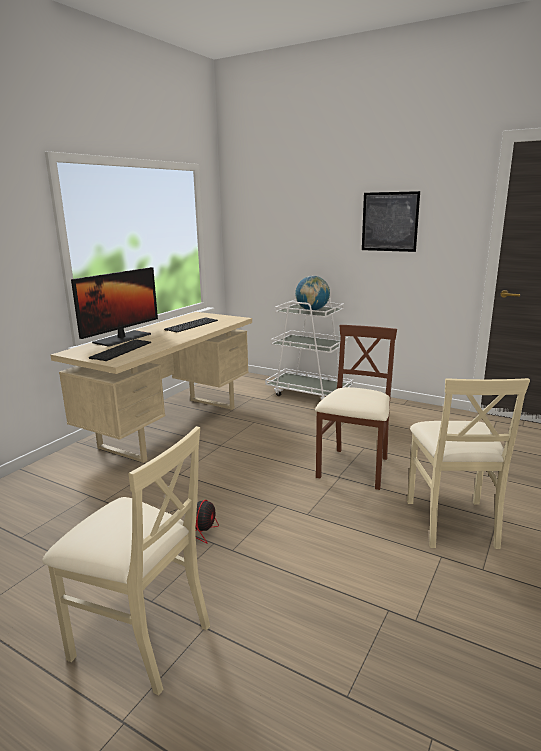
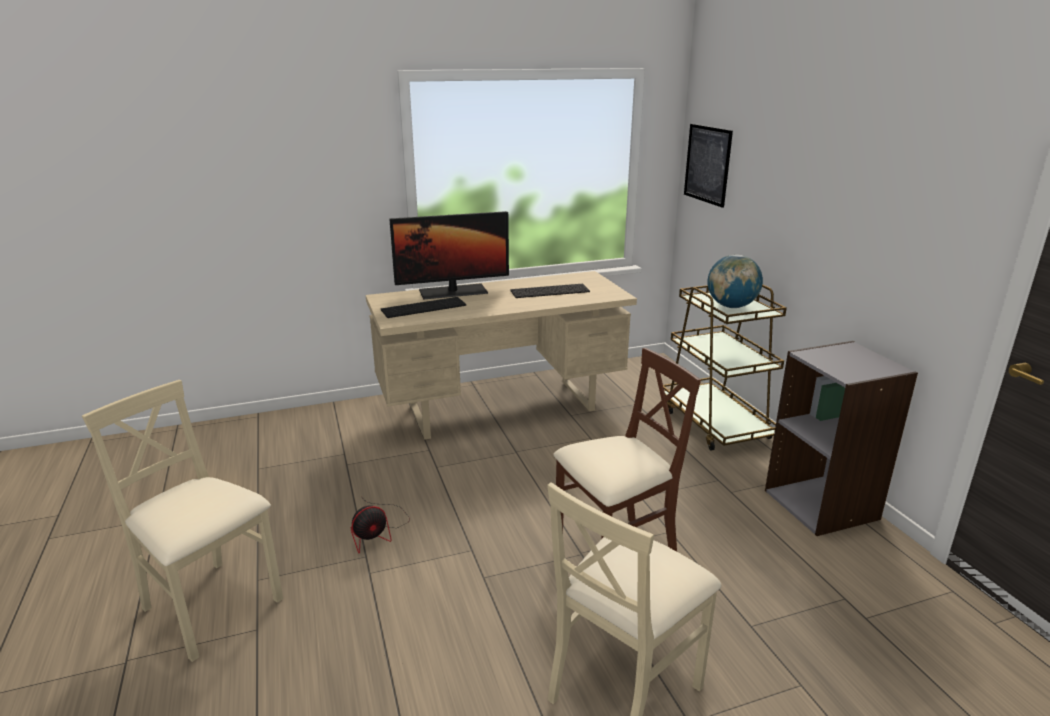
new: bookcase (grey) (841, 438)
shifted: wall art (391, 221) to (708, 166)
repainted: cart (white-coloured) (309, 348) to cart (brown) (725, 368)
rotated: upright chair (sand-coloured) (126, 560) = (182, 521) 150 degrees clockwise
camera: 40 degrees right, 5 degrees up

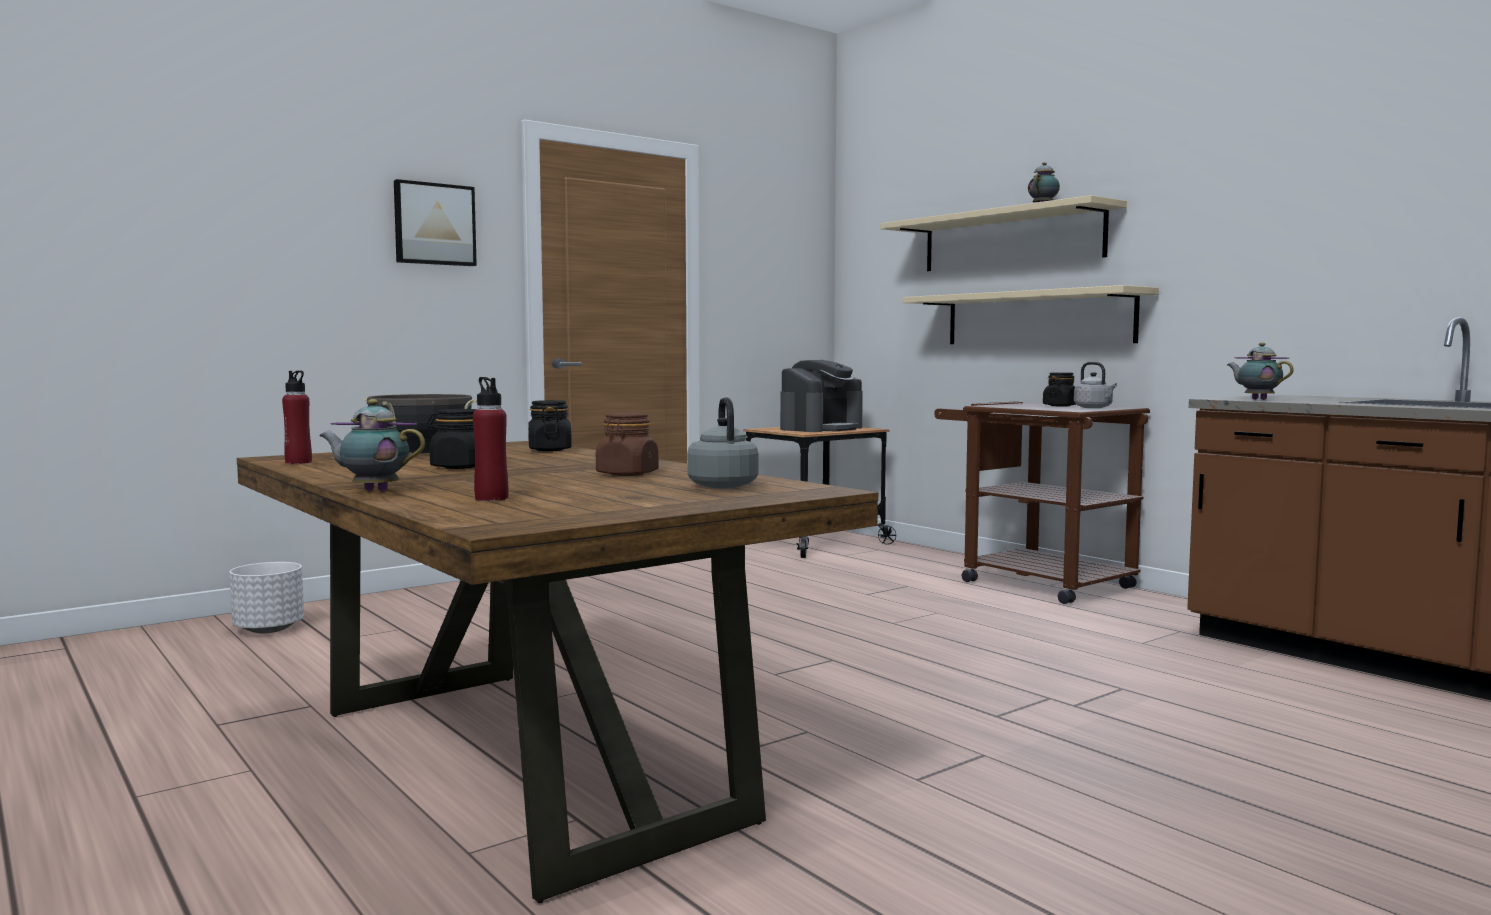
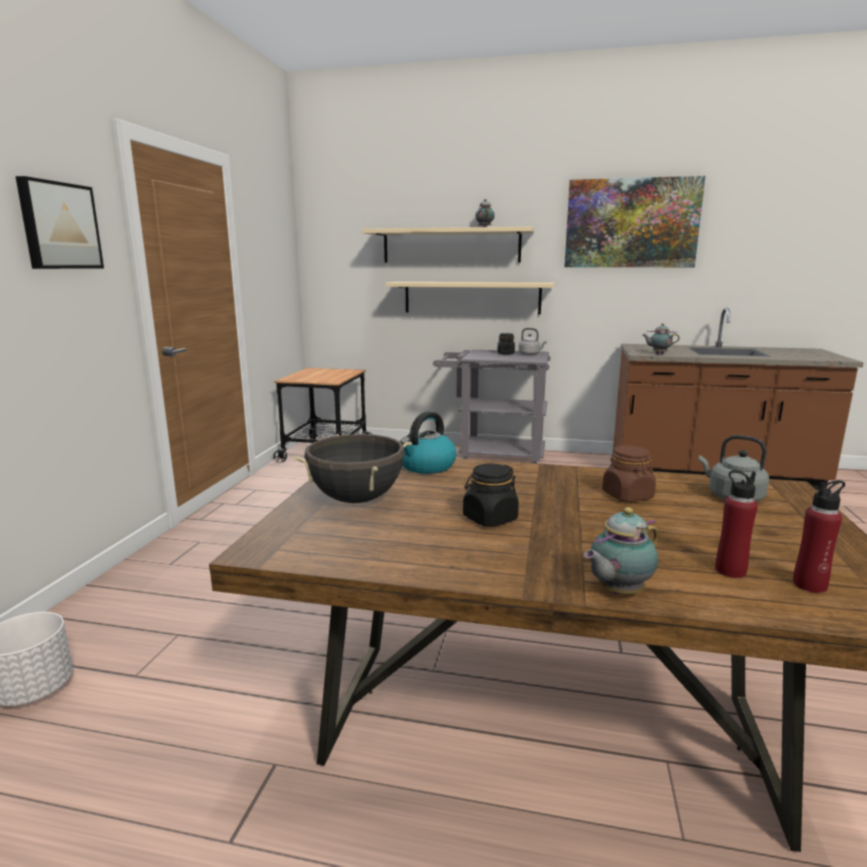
gone: coffee machine (821, 396)
new: wall art (635, 221)
shifted: drink bottle (reddish) (297, 417) to (819, 536)
swapped: preserve jar (black-coloured) (550, 425) to kettle (428, 442)
repainted: cart (brown) (1042, 503) to cart (grey) (492, 406)
camera: 40 degrees left, 10 degrees up

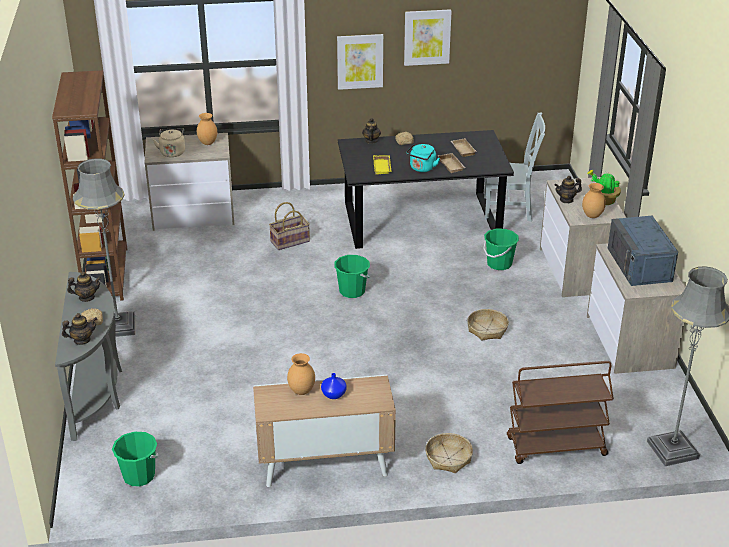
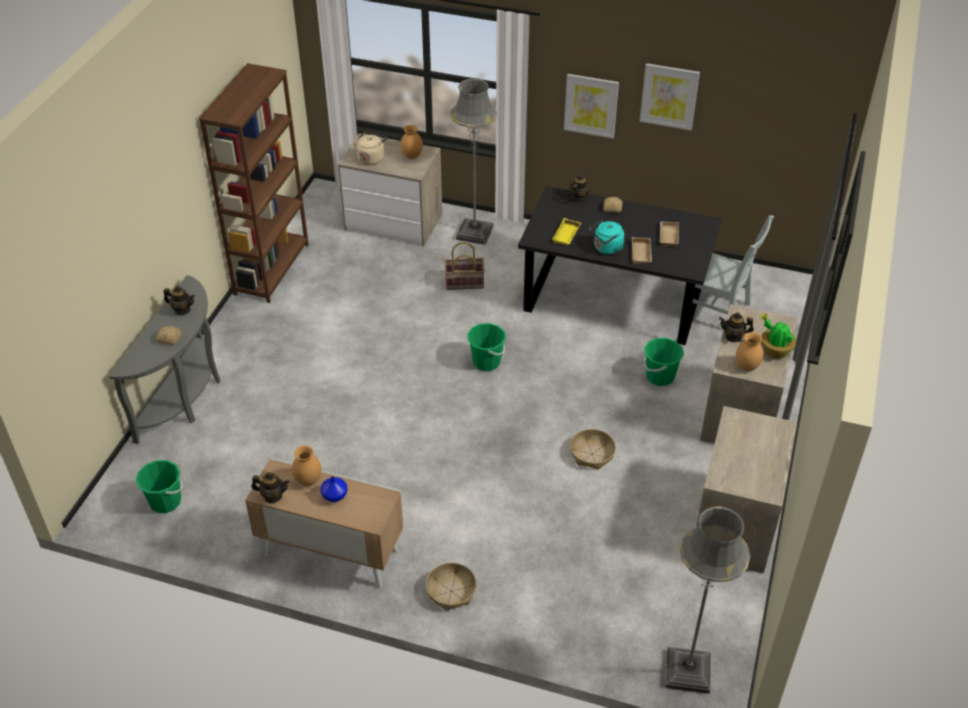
gone: microwave oven (bluish) (643, 251); cart (brown) (560, 412)
shifted: floor lamp (grey) (104, 247) to (473, 161); teapot (79, 329) to (270, 487)
camera: 25 degrees right, 10 degrees up

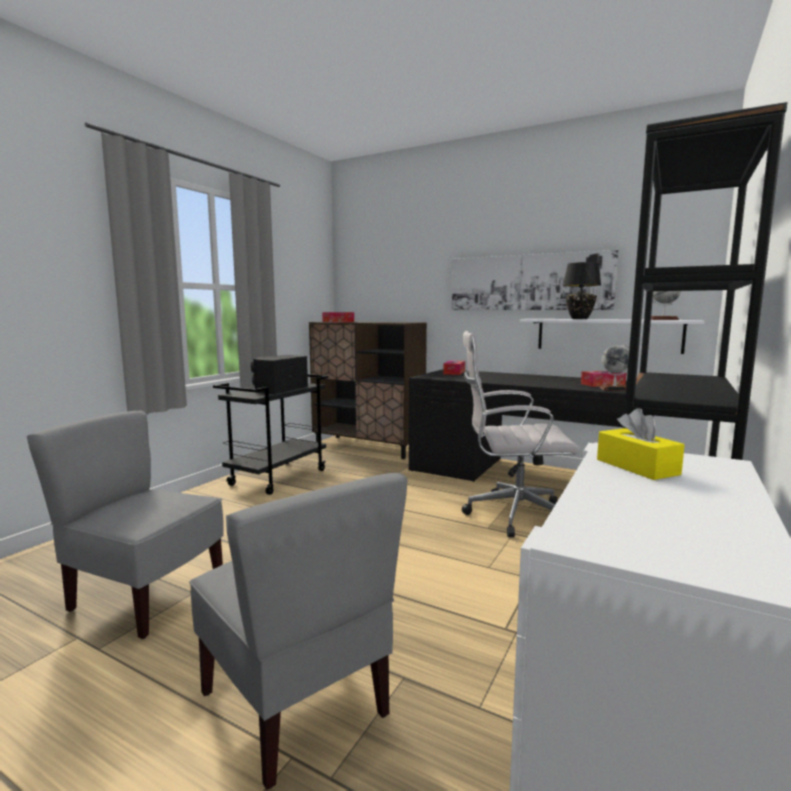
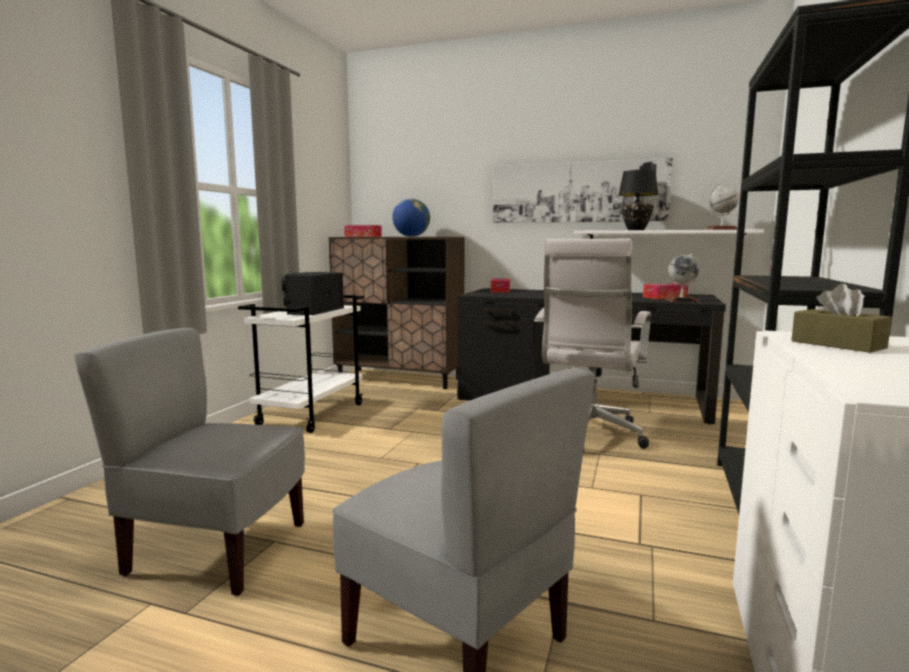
new: globe (411, 217)
repainted: cart (black-coloured) (270, 434) to cart (white-coloured) (301, 364); tissue box (yellow-coloured) (641, 444) to tissue box (brown) (841, 318)
rotated: office chair (white-coloured) (521, 434) = (592, 346) 60 degrees counterclockwise
camera: 10 degrees left, 0 degrees up

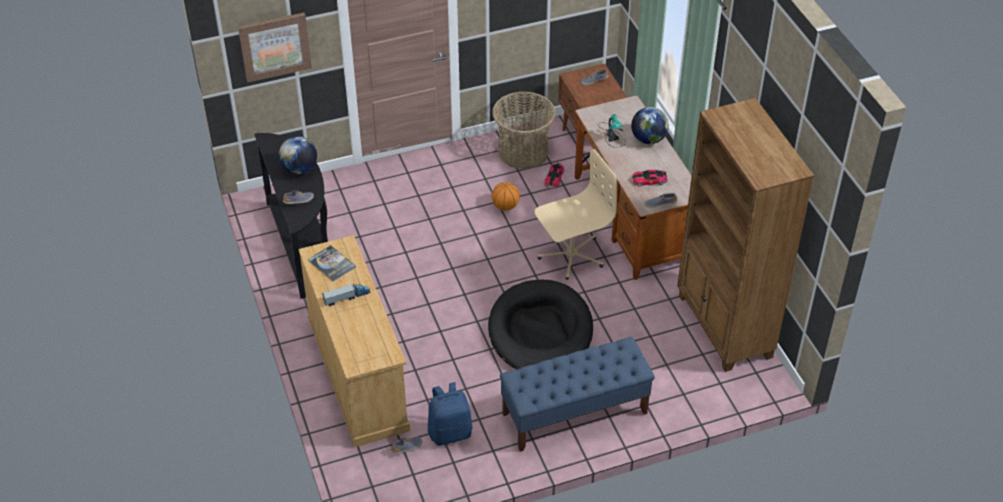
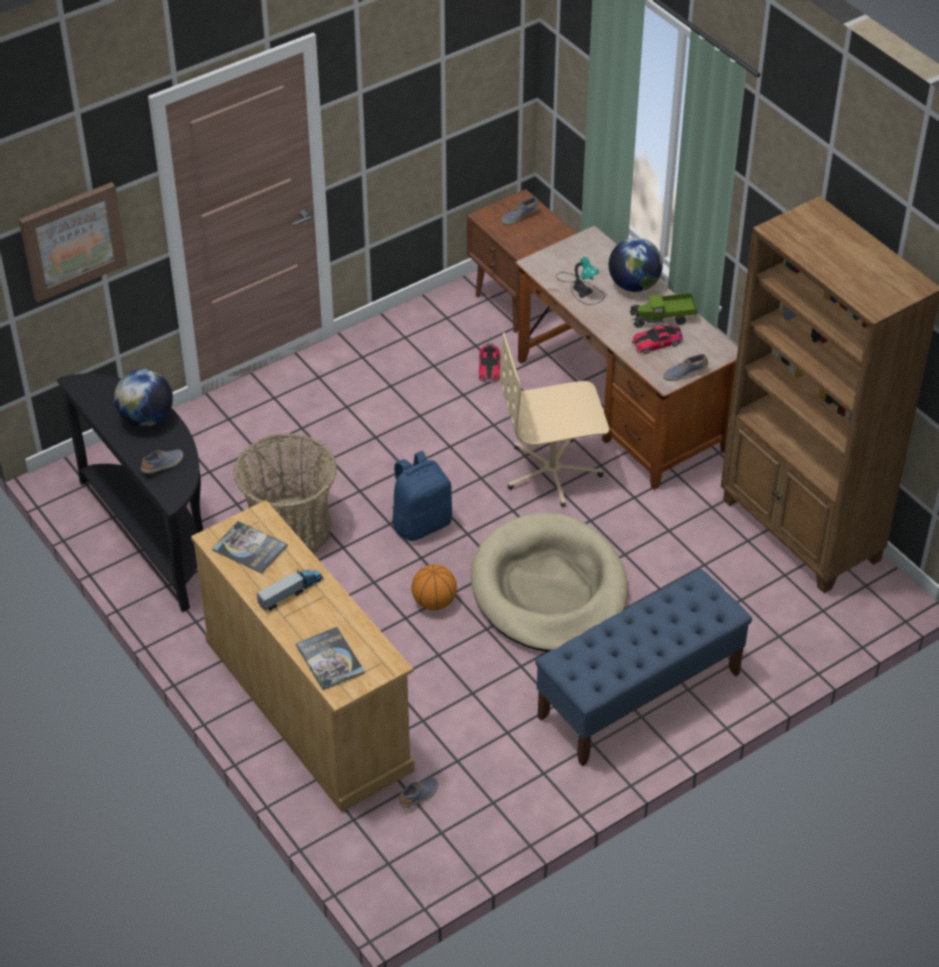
new: toy lorry (663, 310); volume (330, 658)
shifted: storage basket (524, 130) to (285, 493); basketball ball (506, 196) to (434, 587); knapsack (bluish) (450, 414) to (422, 496)
repainted: pet bed (black-coloured) (540, 325) to pet bed (sand-coloured) (549, 582)
rotated: office chair (sand-coloured) (575, 214) = (554, 419) 150 degrees counterclockwise
camera: 15 degrees left, 0 degrees up

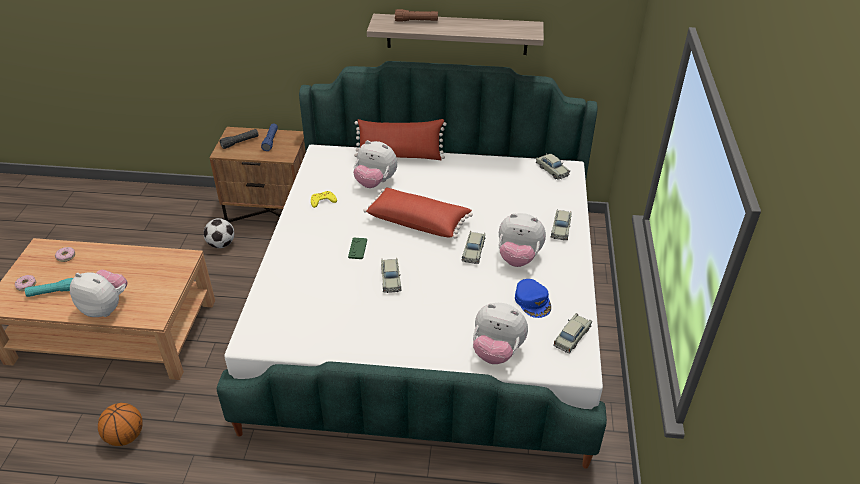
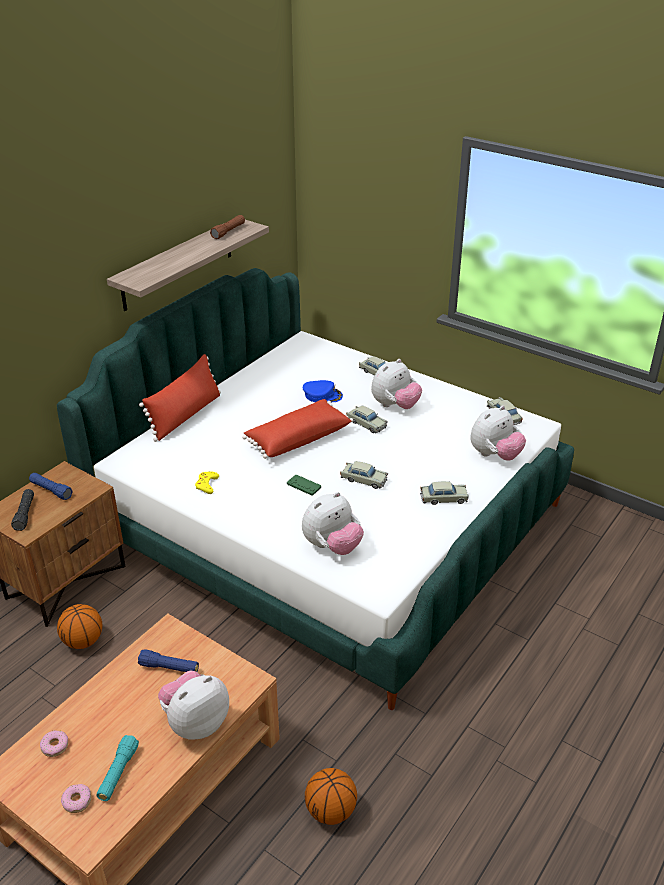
new: torch (bluish) (168, 660)
shifted: torch (brown) (416, 15) to (227, 227); plush toy (375, 164) to (333, 523); miniature car (sand-coloured) (553, 167) to (444, 493); peaked cap (bluish) (533, 298) to (323, 391)
swapped: ball for football (219, 233) to basketball ball (79, 626)
camera: 60 degrees left, 5 degrees down

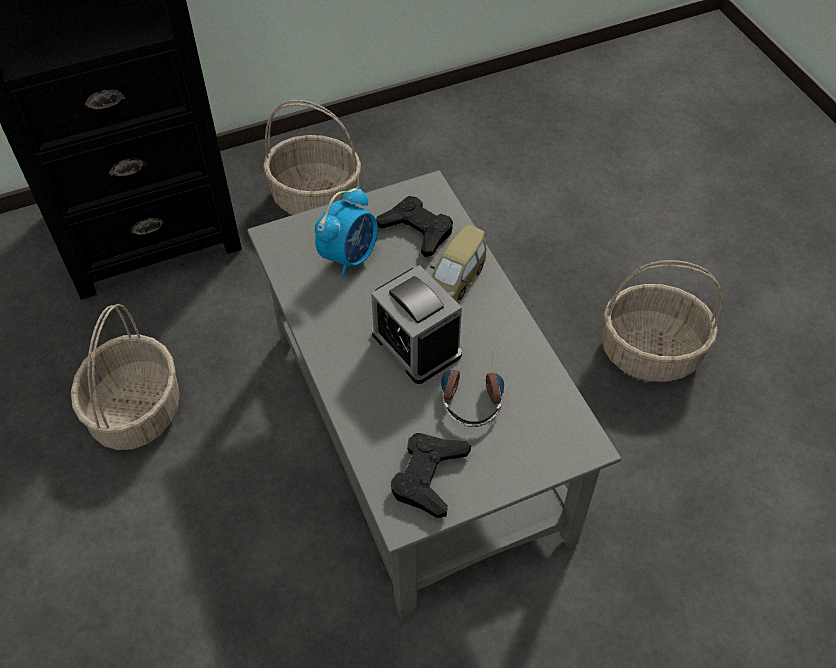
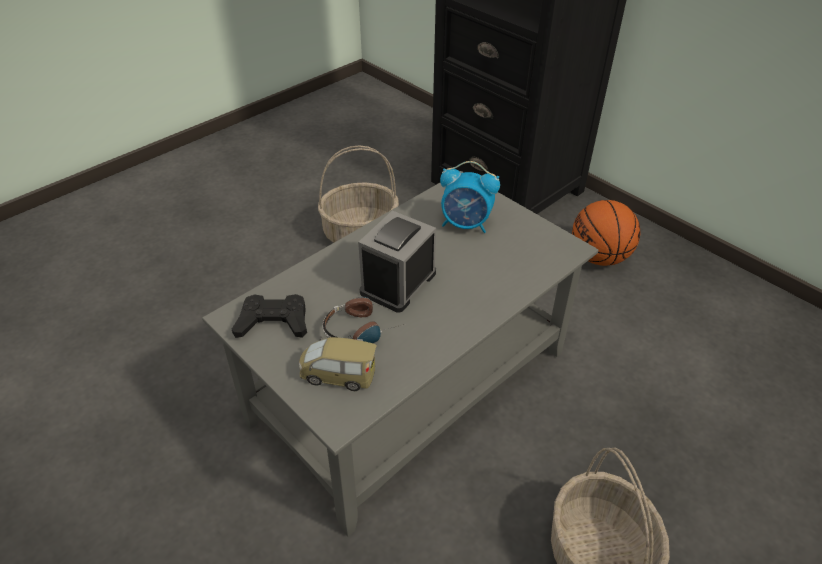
gone: gamepad (black-coloured) (414, 226)
shifted: miniature car (458, 263) to (338, 363)
swapped: storage basket (312, 157) to basketball ball (606, 233)
camera: 70 degrees right, 10 degrees down

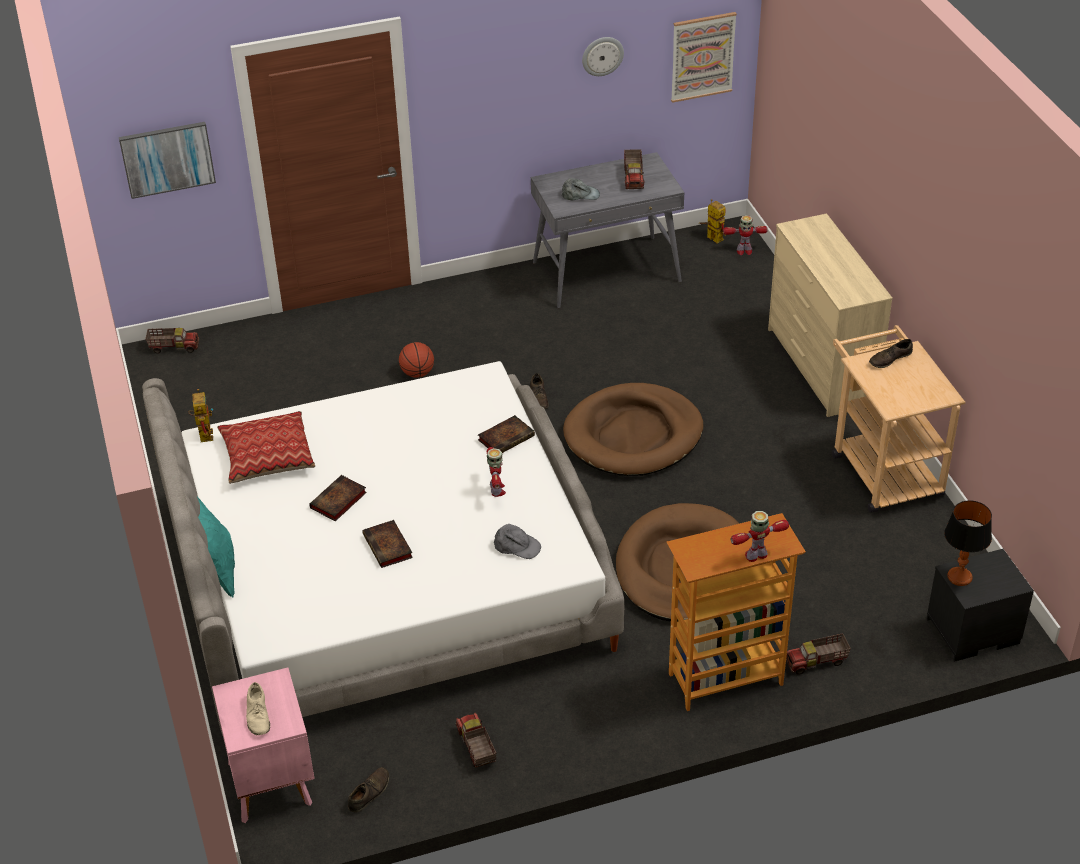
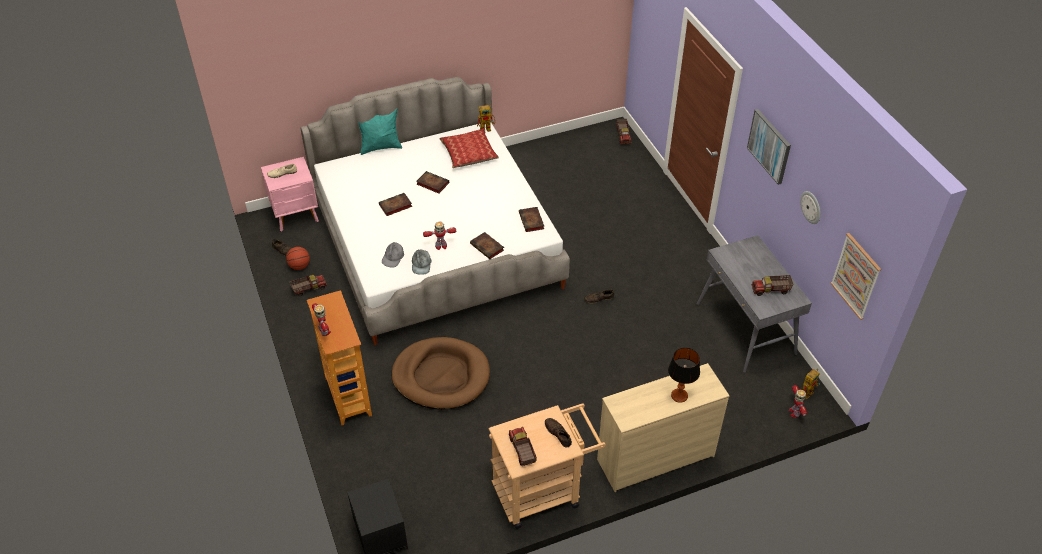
gone: pet bed (brown) (633, 429)
new: volume (531, 219)
shifted: wall art (167, 160) to (769, 147); peaked cap (grey) (581, 189) to (421, 262); basketball ball (416, 360) to (298, 258); tabletop lamp (968, 543) to (684, 375); toy lorry (818, 654) to (523, 446)
camera: 85 degrees right, 5 degrees up

